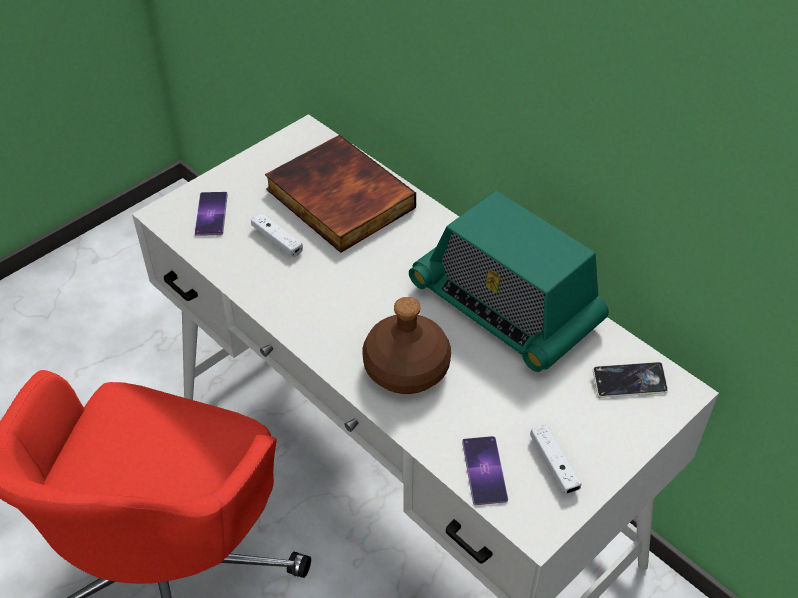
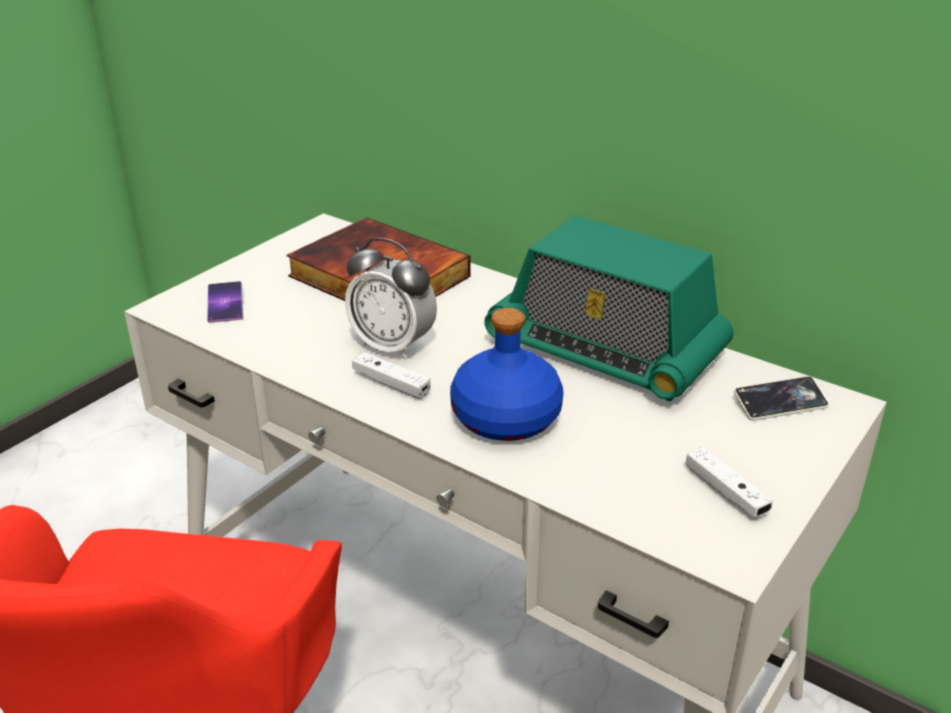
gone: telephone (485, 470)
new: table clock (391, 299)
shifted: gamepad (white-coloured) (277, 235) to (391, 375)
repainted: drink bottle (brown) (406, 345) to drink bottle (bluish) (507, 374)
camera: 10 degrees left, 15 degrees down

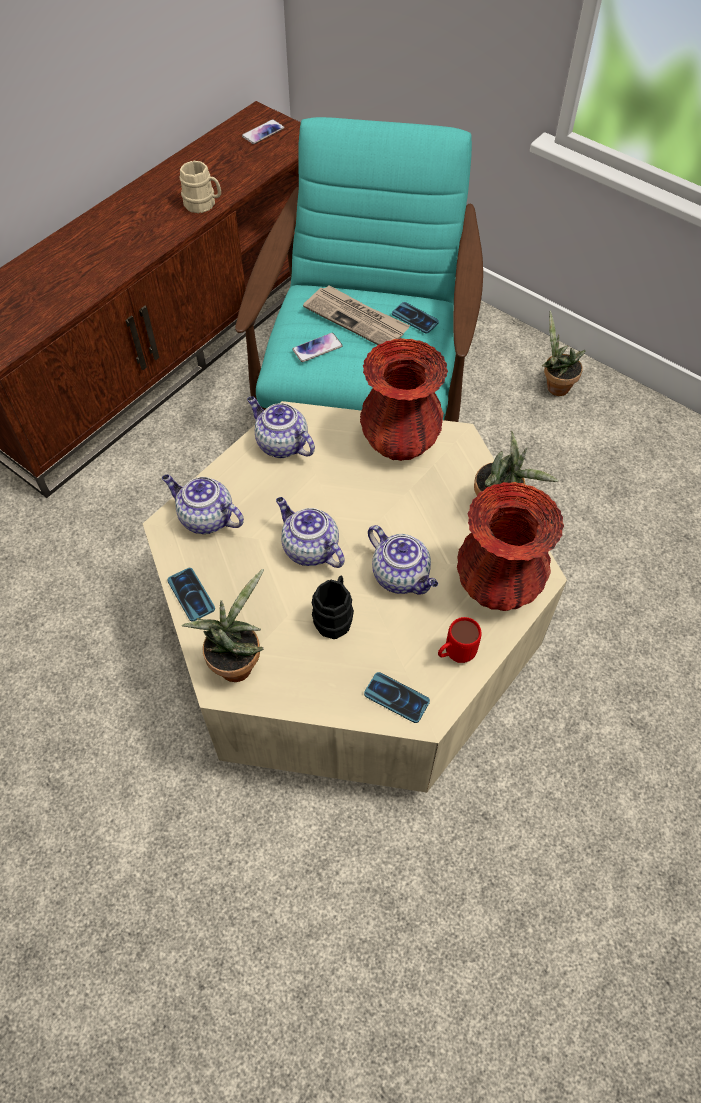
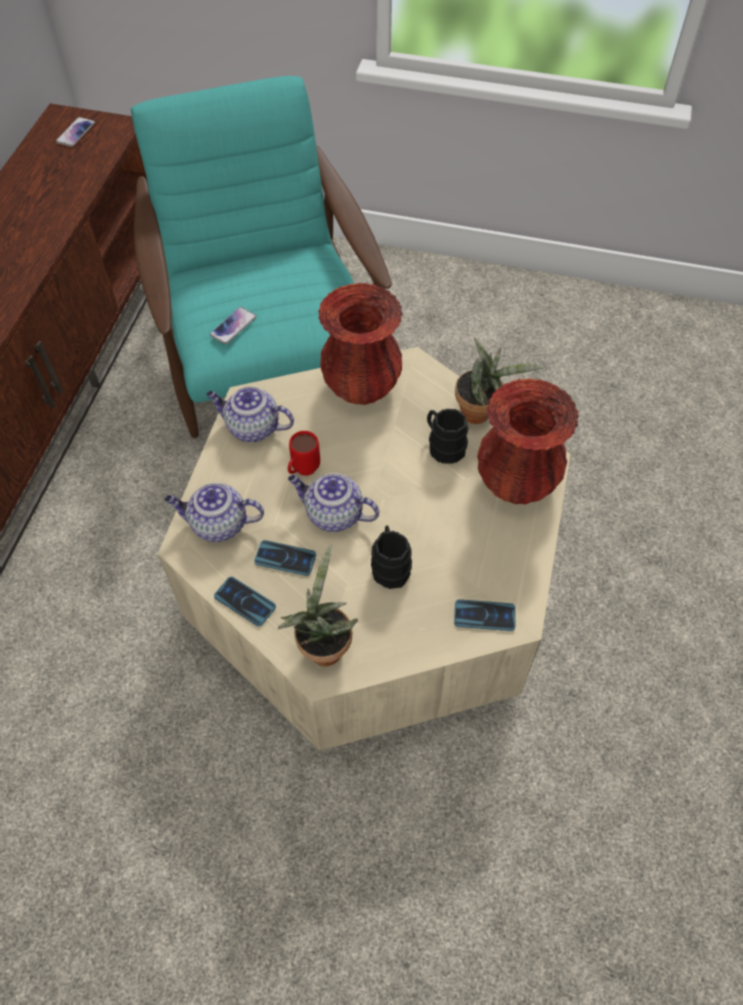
gone: mug (sand-coloured) (200, 187); printed paper (356, 315); houseplant (563, 353); teapot (403, 559)
new: mug (black-coloured) (447, 436)
shifted: telephone (415, 317) to (285, 558); mug (reddish) (460, 640) to (304, 453)
camera: 25 degrees left, 0 degrees up

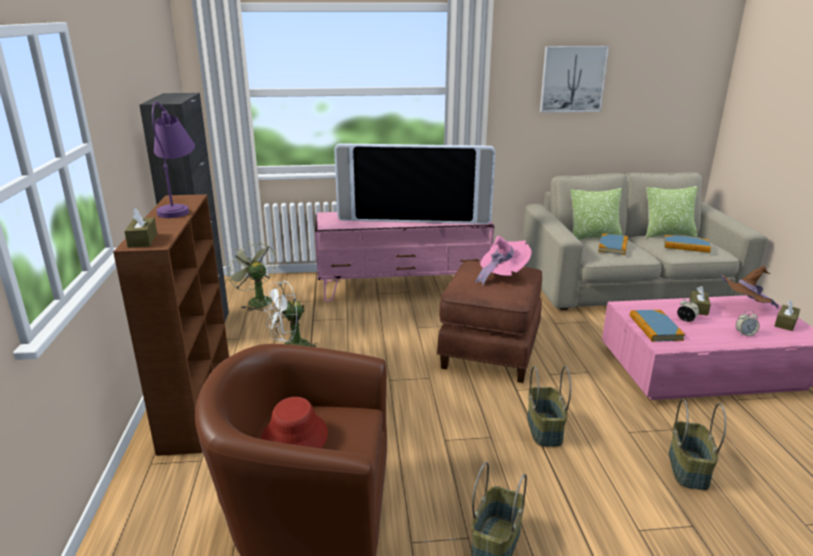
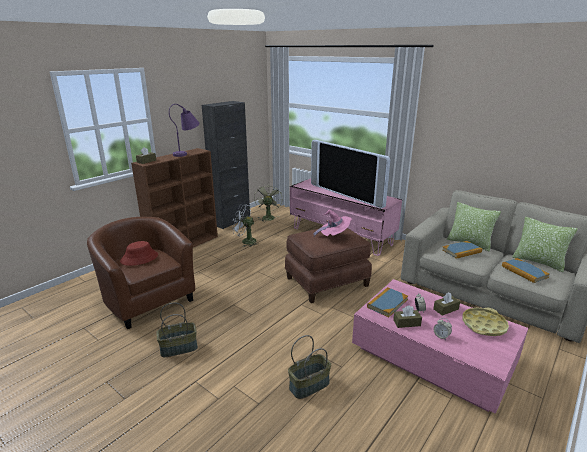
gone: wall art (574, 79); storage basket (549, 406)
shifted: tissue box (brown) (787, 315) to (407, 316)
swapped: hat (brown) (749, 287) to tray (yellow-coloured) (485, 322)
camera: 45 degrees right, 0 degrees up

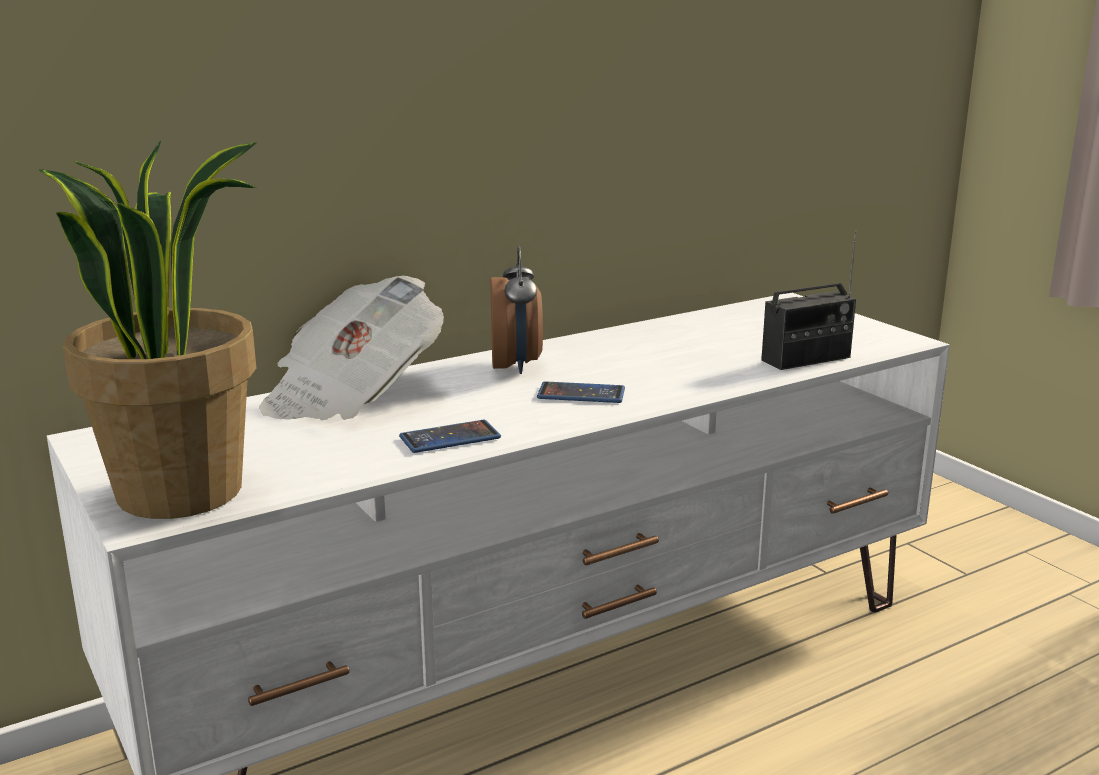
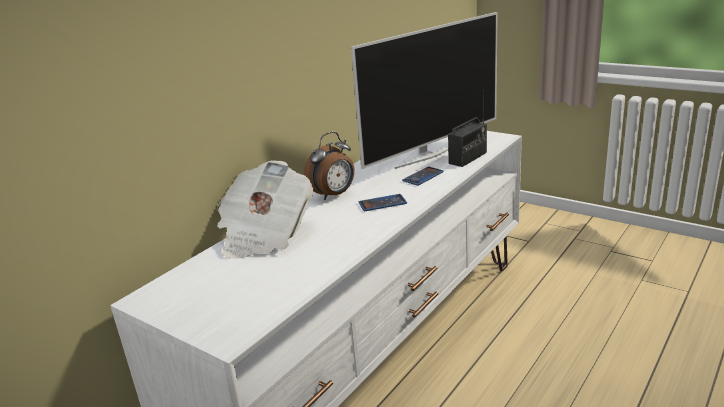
gone: houseplant (148, 330)
new: TV set (424, 90)
shifted: telephone (450, 436) to (423, 176)
rotated: table clock (517, 310) = (329, 166) 75 degrees clockwise
camera: 20 degrees left, 5 degrees up

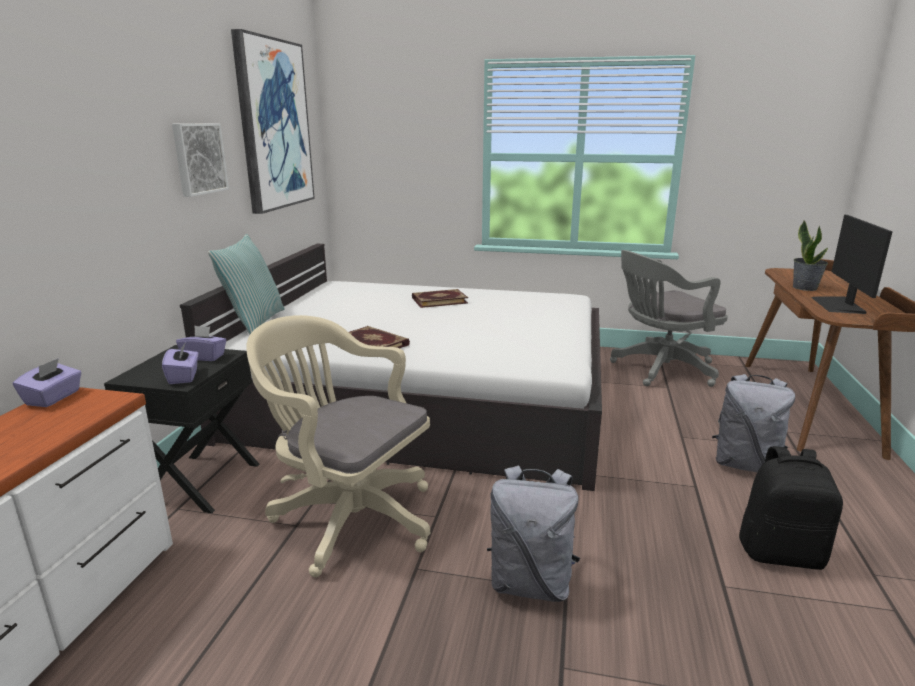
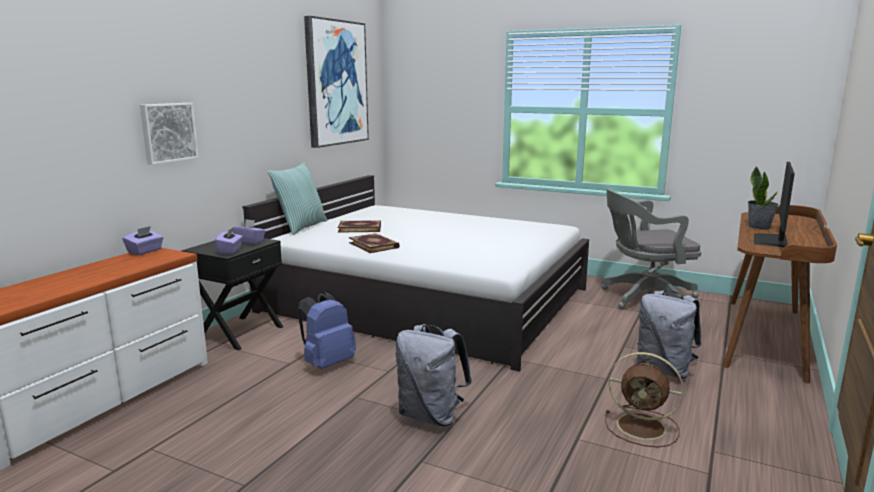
shifted: wall art (200, 160) to (169, 134); volume (440, 298) to (359, 226)
swapped: office chair (sand-coloured) (338, 446) to knapsack (bluish) (327, 331); knapsack (black-coloured) (791, 508) to electric fan (brown) (644, 399)
camera: 15 degrees right, 5 degrees down

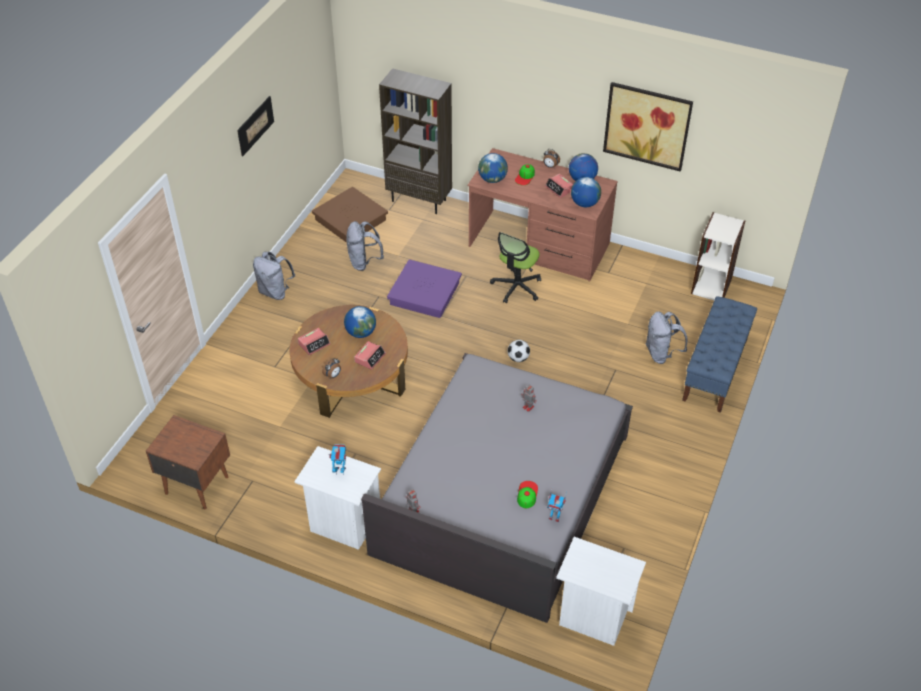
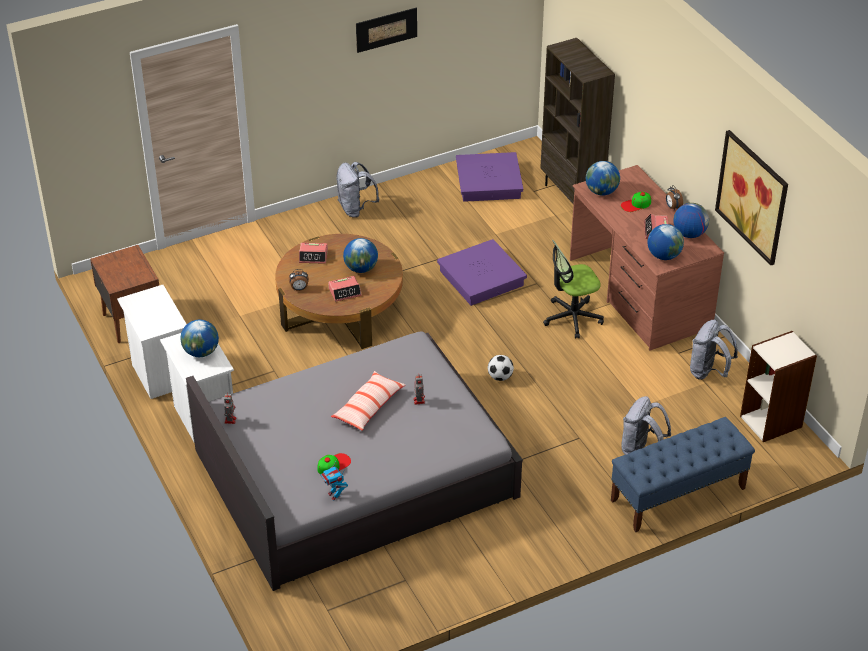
new: cushion (368, 401)
shifted: knapsack (grey) (365, 246) to (714, 350); bedside table (white-coloured) (601, 591) to (152, 342)
swapped: robot figure (338, 459) to globe (199, 338)
repainted: storage bin (brown) (350, 215) to storage bin (purple-coloured) (489, 177)
camera: 40 degrees right, 5 degrees down

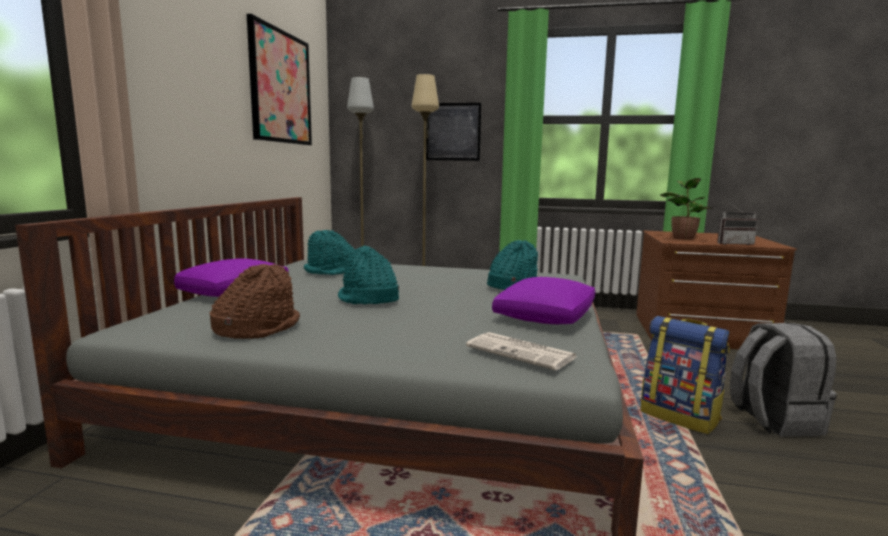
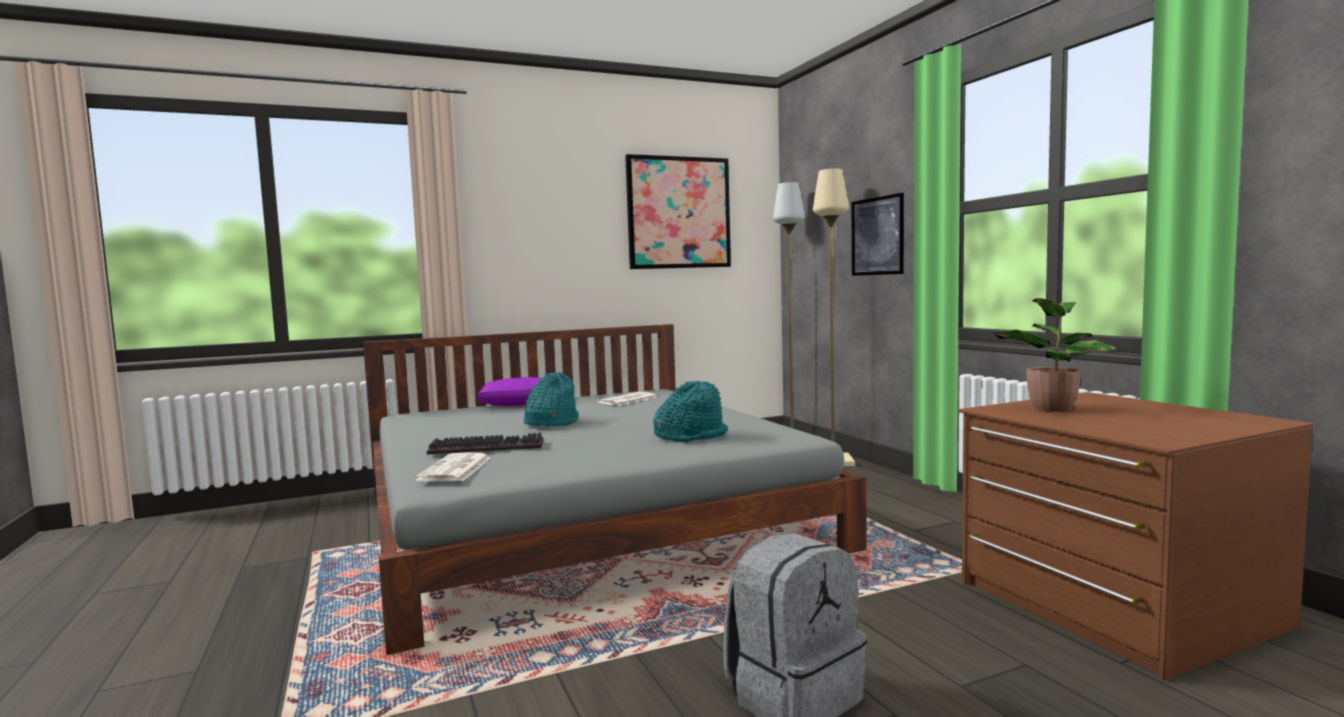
gone: radio (737, 224); hat (brown) (255, 301); cushion (purple-coloured) (543, 300); knapsack (685, 375)
new: computer keyboard (485, 444)
swapped: hat (blue-green) (329, 252) to printed paper (627, 399)
camera: 55 degrees right, 5 degrees down

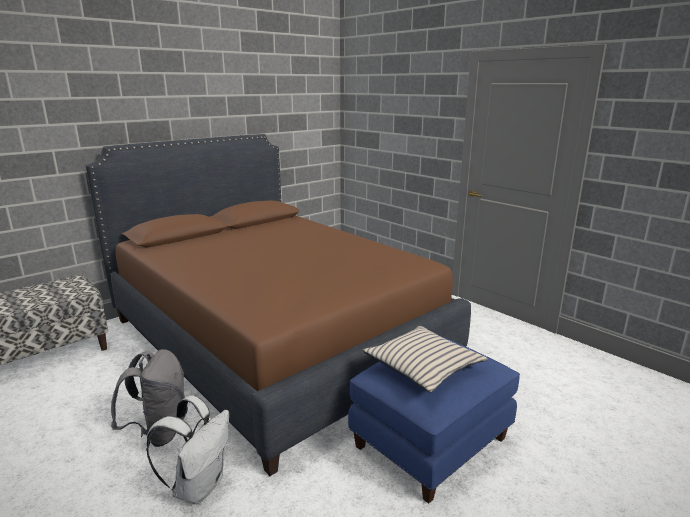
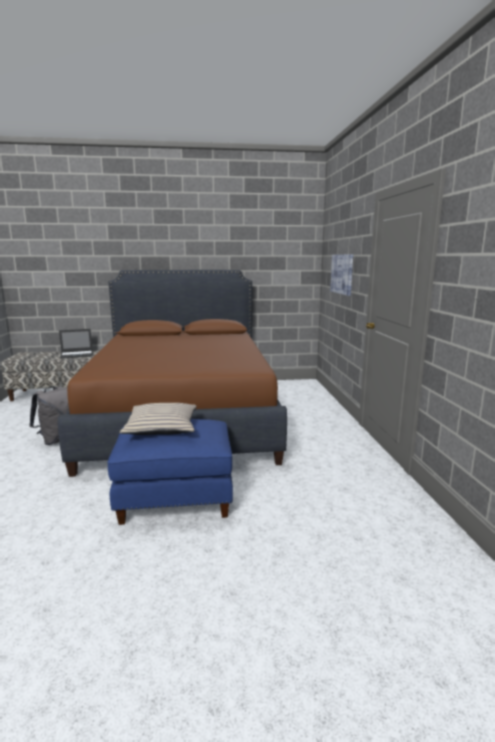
gone: knapsack (white-coloured) (187, 449)
new: wall art (341, 275); notebook computer (76, 344)
camera: 35 degrees right, 5 degrees down

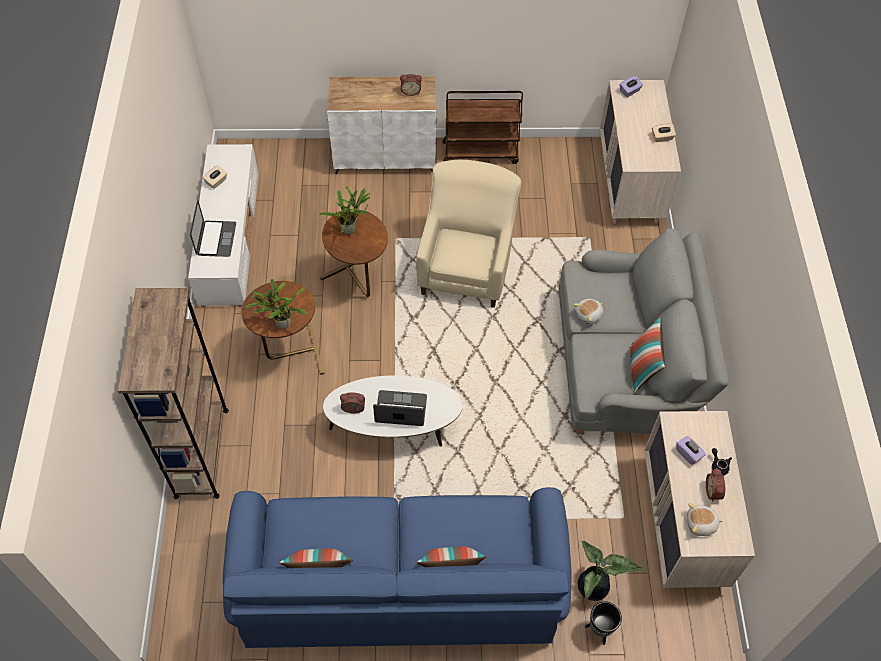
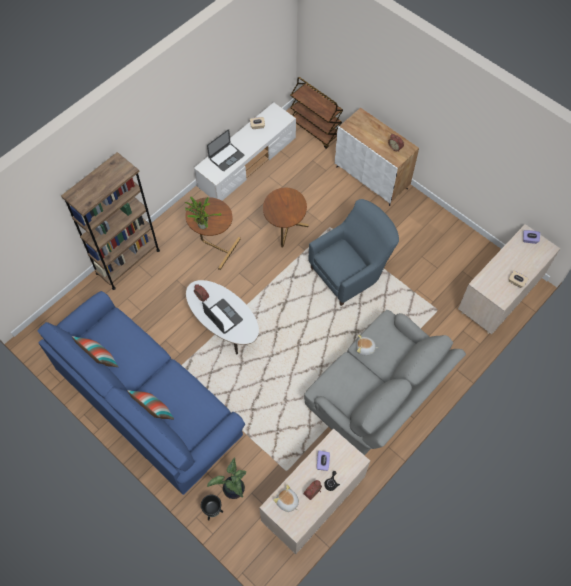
gone: houseplant (344, 210); cushion (647, 354)
shifted: cart (brown) (483, 127) to (316, 113)
repainted: armchair (sand-coloured) (468, 234) to armchair (bluish) (353, 252)
camera: 45 degrees right, 5 degrees up

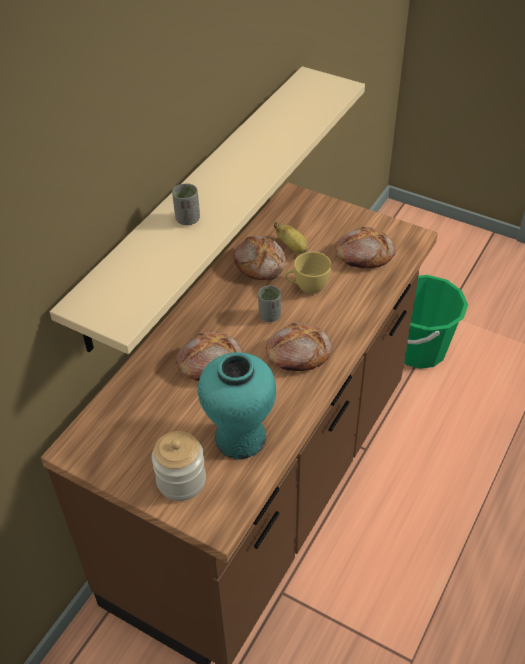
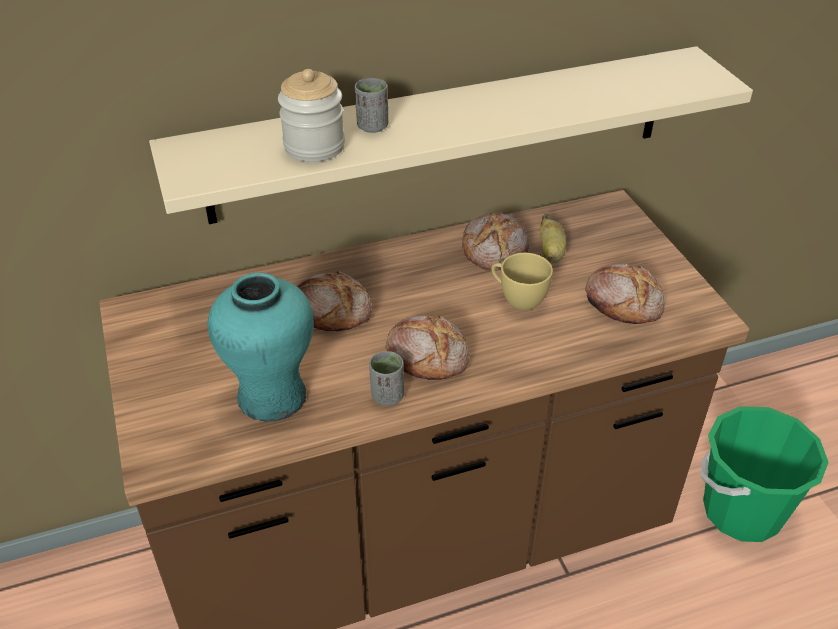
shifted: drinking cup (grey) (269, 303) to (386, 378); preserve jar (179, 466) to (311, 115)
camera: 40 degrees right, 5 degrees down

